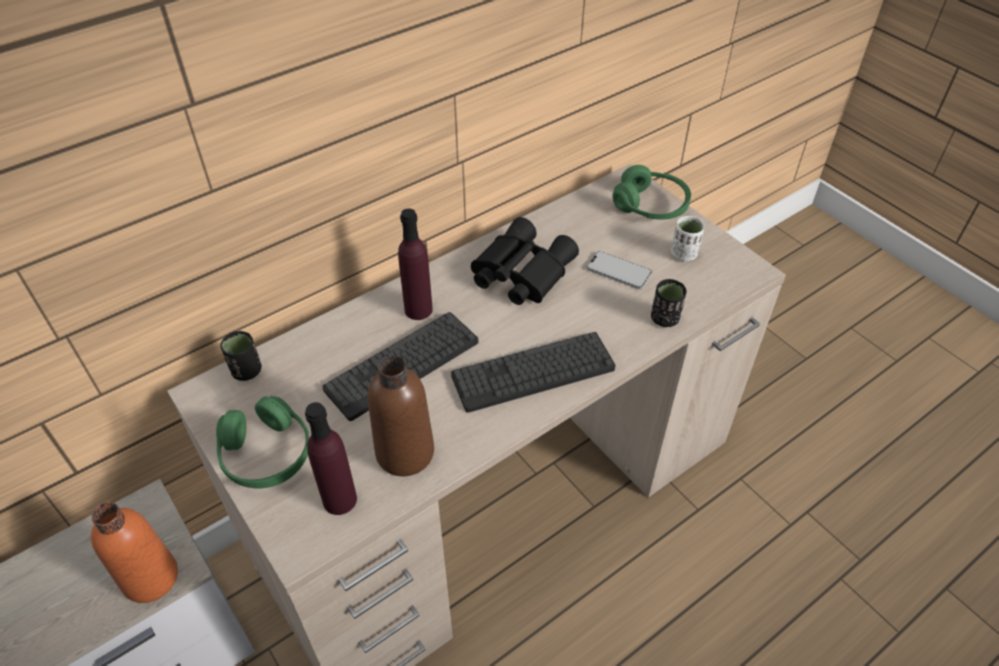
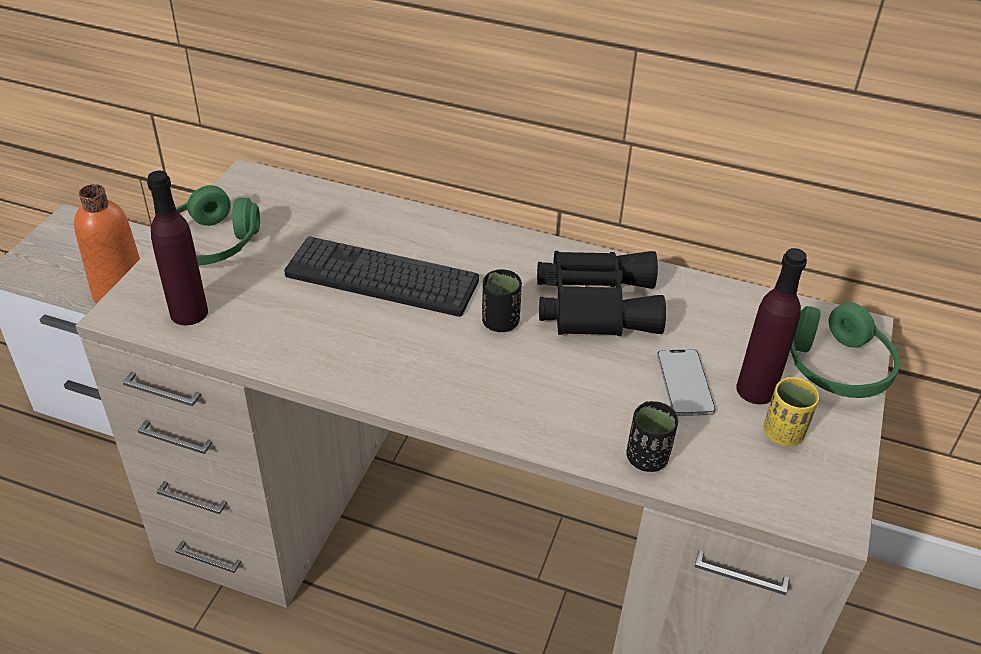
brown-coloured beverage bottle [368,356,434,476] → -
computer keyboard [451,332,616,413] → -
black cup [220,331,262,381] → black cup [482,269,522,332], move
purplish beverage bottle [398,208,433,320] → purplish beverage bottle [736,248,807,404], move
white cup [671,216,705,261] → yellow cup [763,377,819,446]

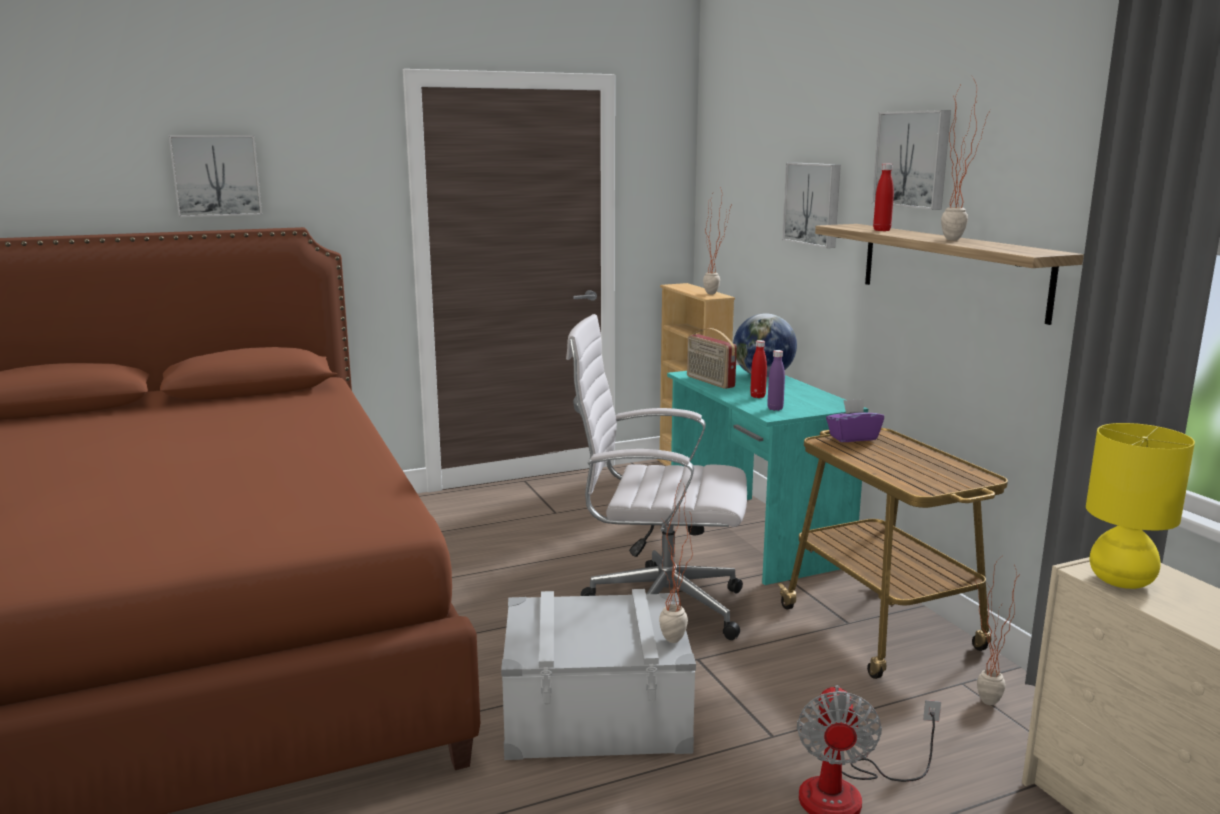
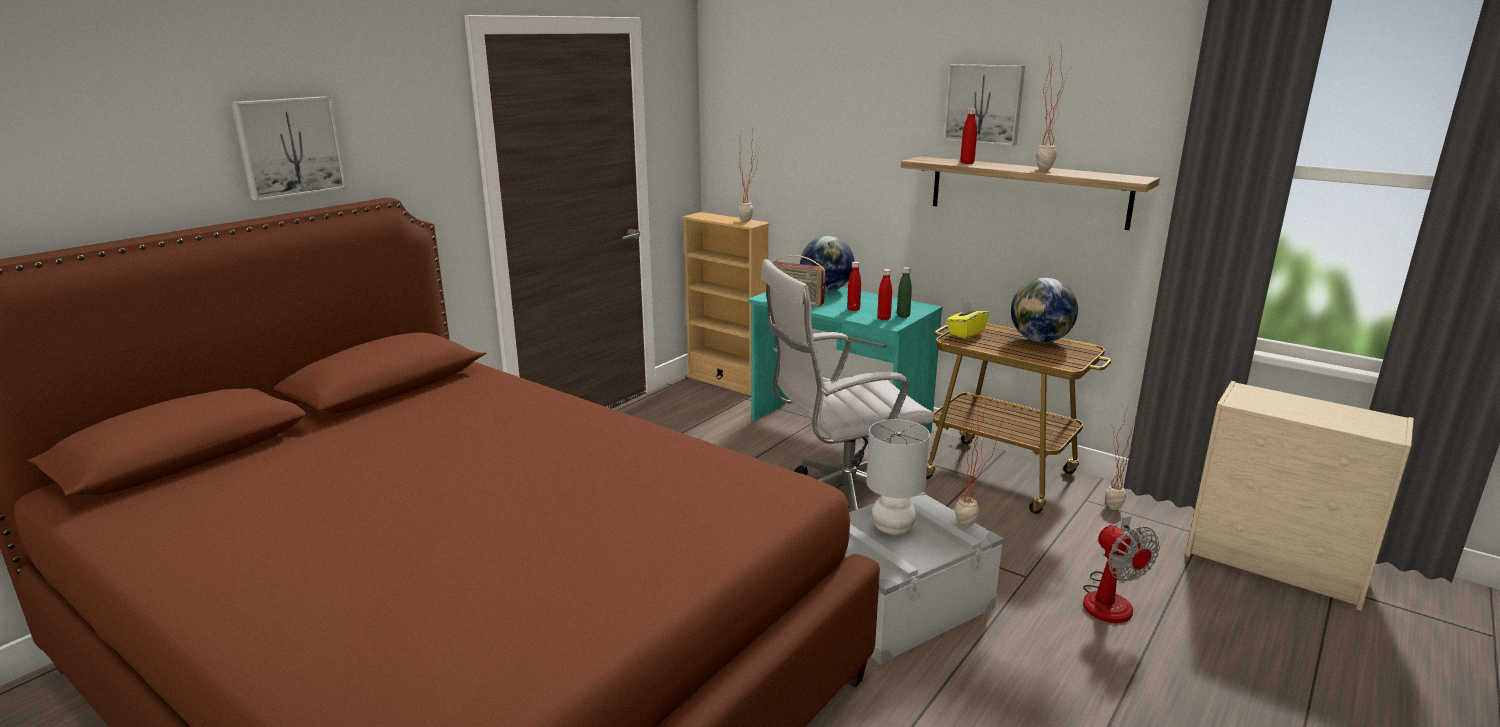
wall art [782,162,841,248] → -
yellow tabletop lamp [1086,423,1195,589] → -
- → gray tabletop lamp [866,419,930,535]
- → green beverage bottle [897,267,912,318]
- → desk globe [1011,278,1078,343]
purplish beverage bottle [767,350,785,411] → red beverage bottle [877,269,892,320]
purplish tissue box [826,399,884,442] → yellow tissue box [946,301,989,338]

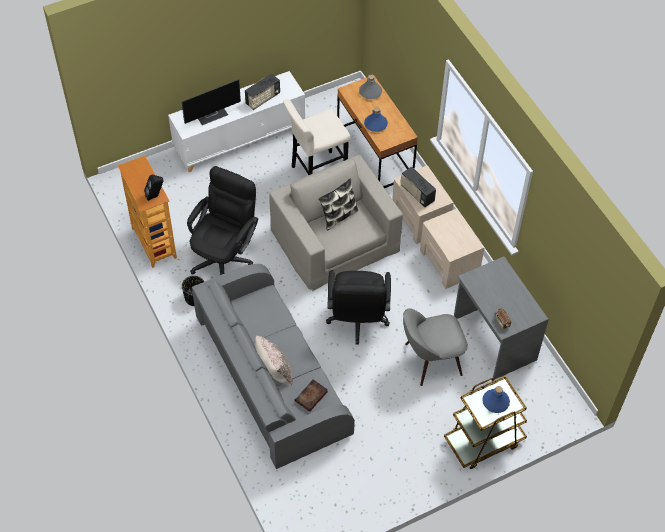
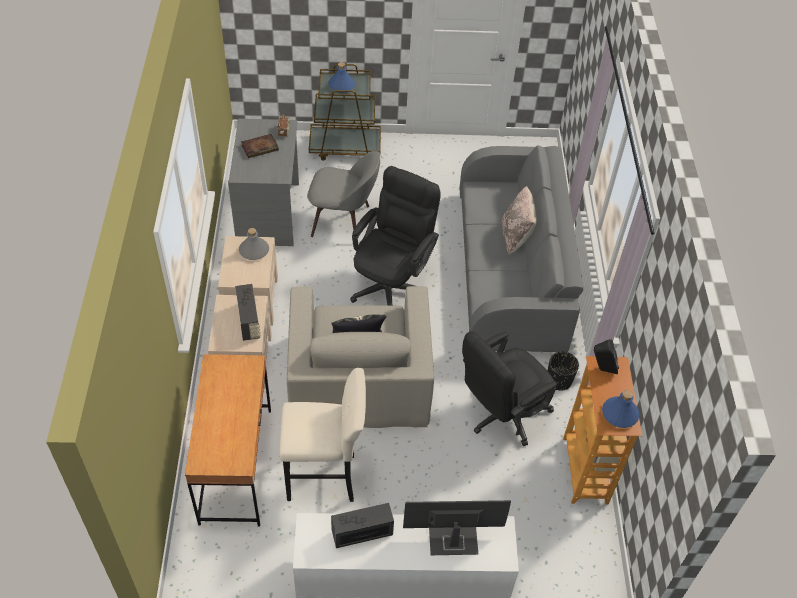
book [295,379,328,412] → book [241,134,279,158], move
gray beverage bottle [359,74,382,99] → gray beverage bottle [239,228,269,260], move
blue beverage bottle [364,107,388,132] → blue beverage bottle [602,390,640,428], move

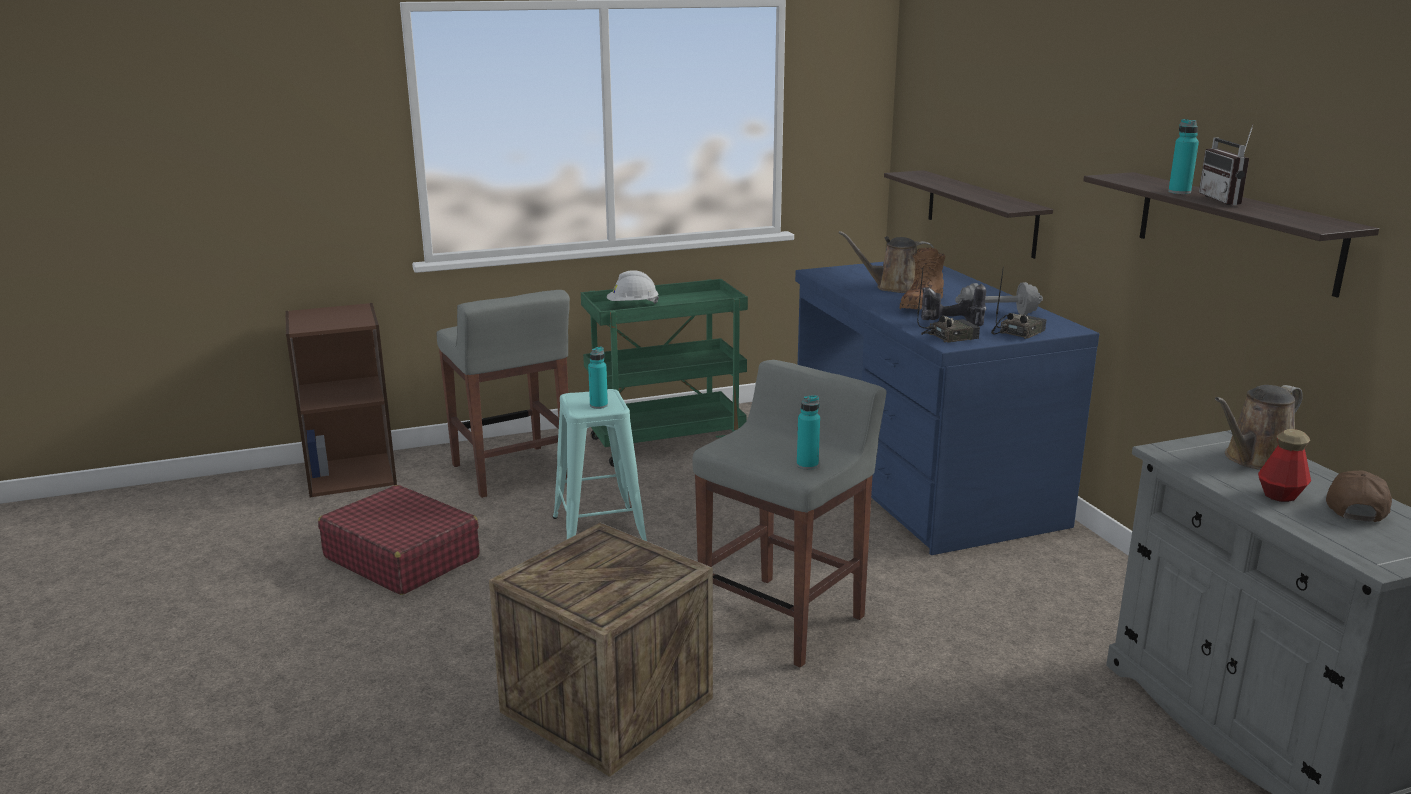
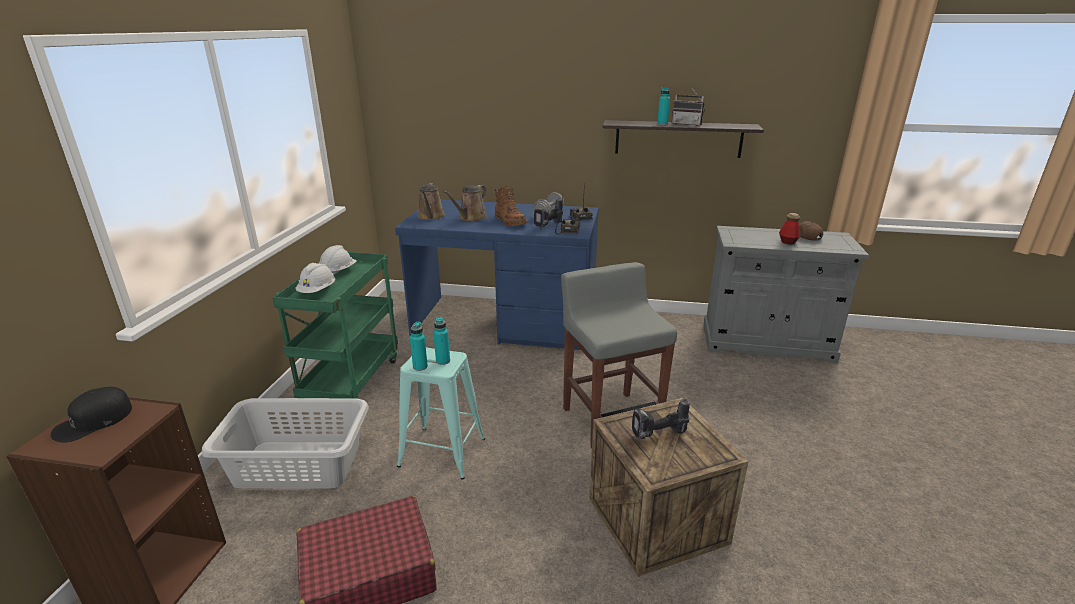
bracket shelf [884,170,1053,259] → -
- → black cap [51,387,132,442]
- → white safety helmet [319,245,357,275]
- → drill [632,399,690,439]
turquoise-coloured beverage bottle [797,395,820,470] → turquoise-coloured beverage bottle [410,322,428,371], move
brown-coloured watering pot [1215,385,1303,470] → brown-coloured watering pot [417,183,445,220], move
gray stool seat [436,290,570,498] → gray washing basket [202,398,369,488]

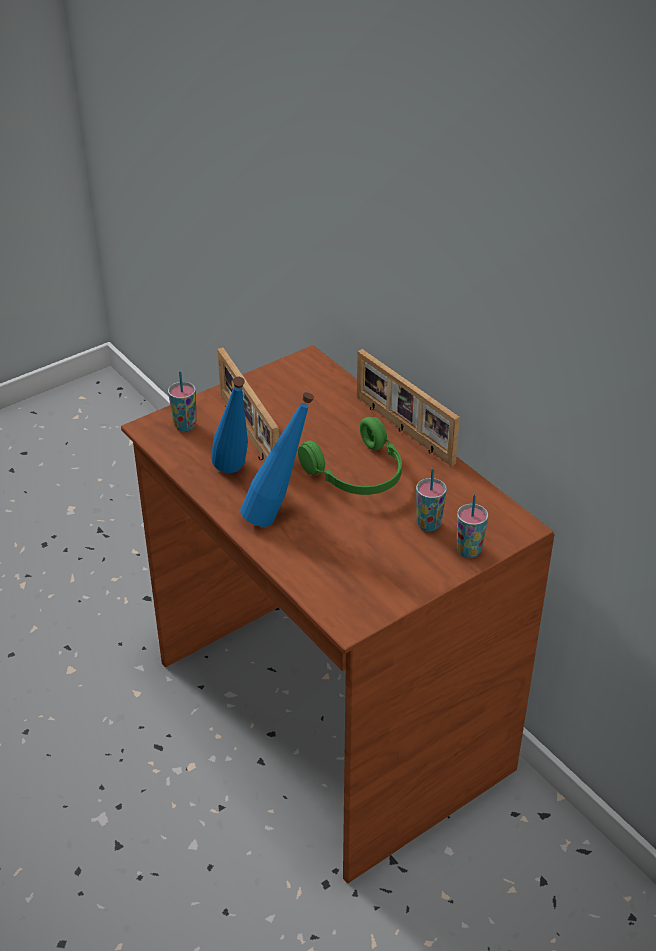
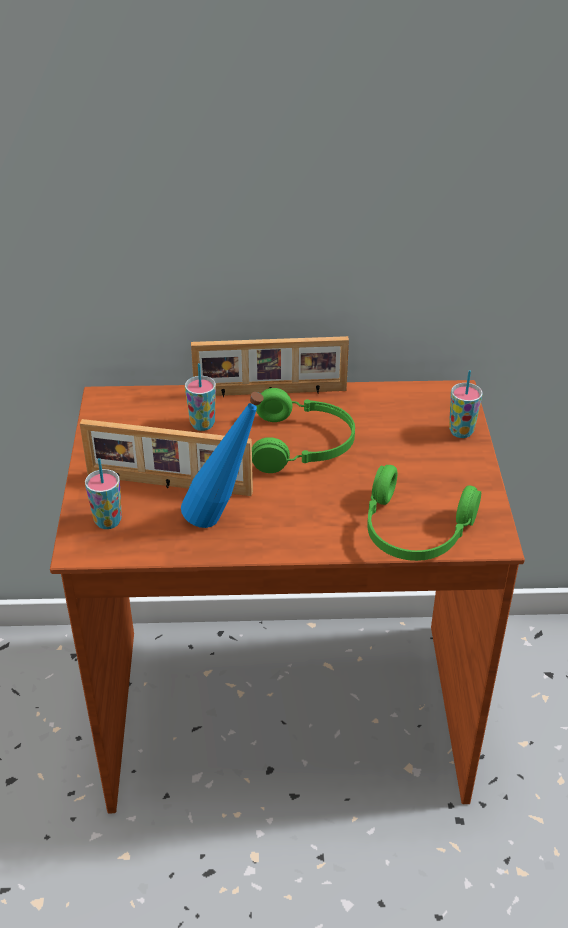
blue beverage bottle [240,392,314,527] → -
- → green headphones [367,465,481,561]
cup [416,468,447,531] → cup [185,363,216,431], move

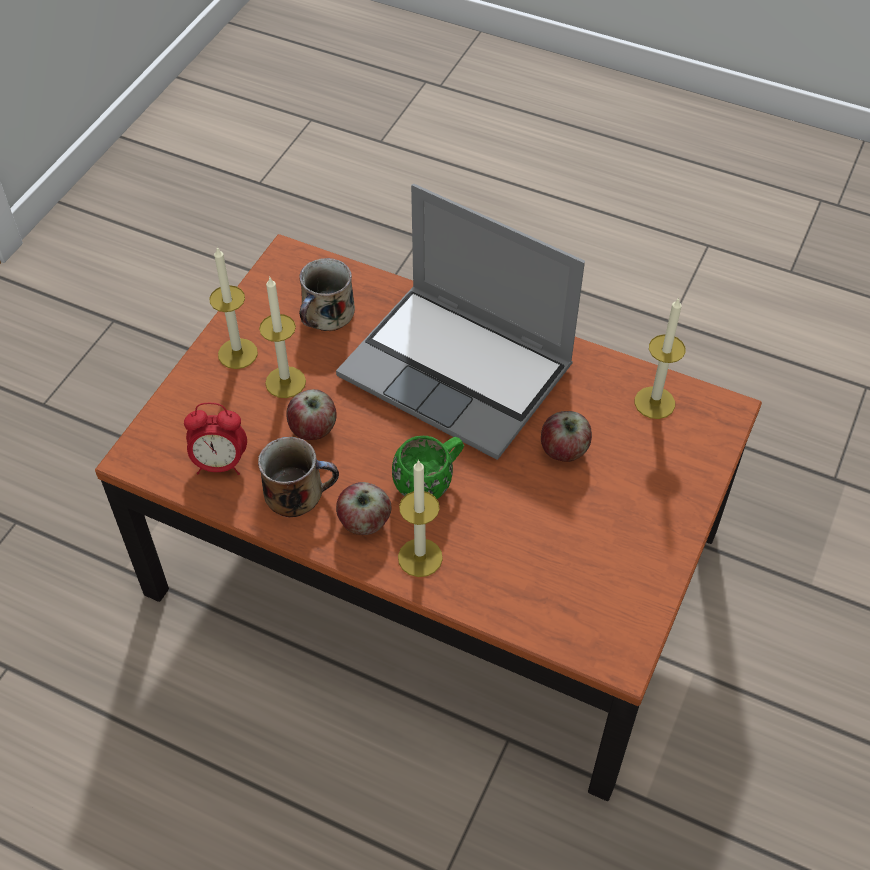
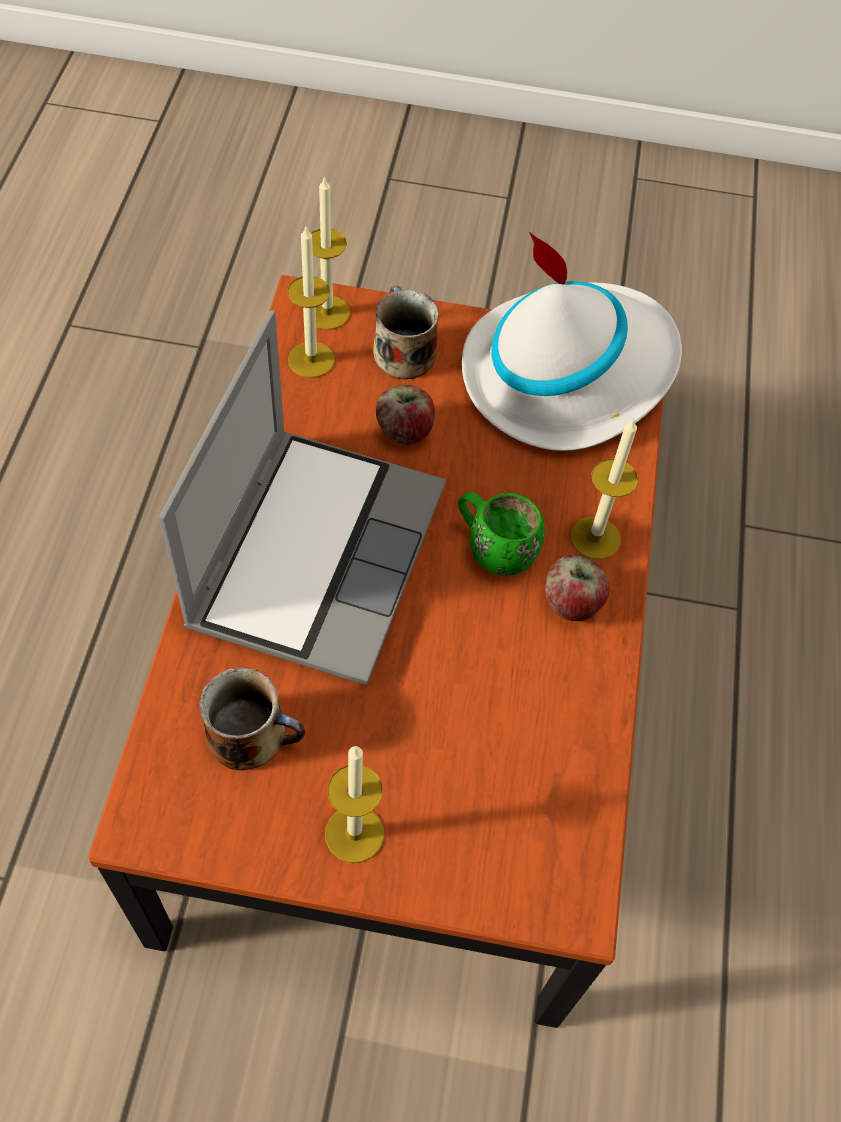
alarm clock [184,403,247,475] → -
apple fruit [286,389,337,440] → -
- → white wearable hat [462,231,682,451]
mug [258,437,339,517] → mug [373,286,439,379], move
candle [259,276,306,398] → candle [311,176,350,330], move

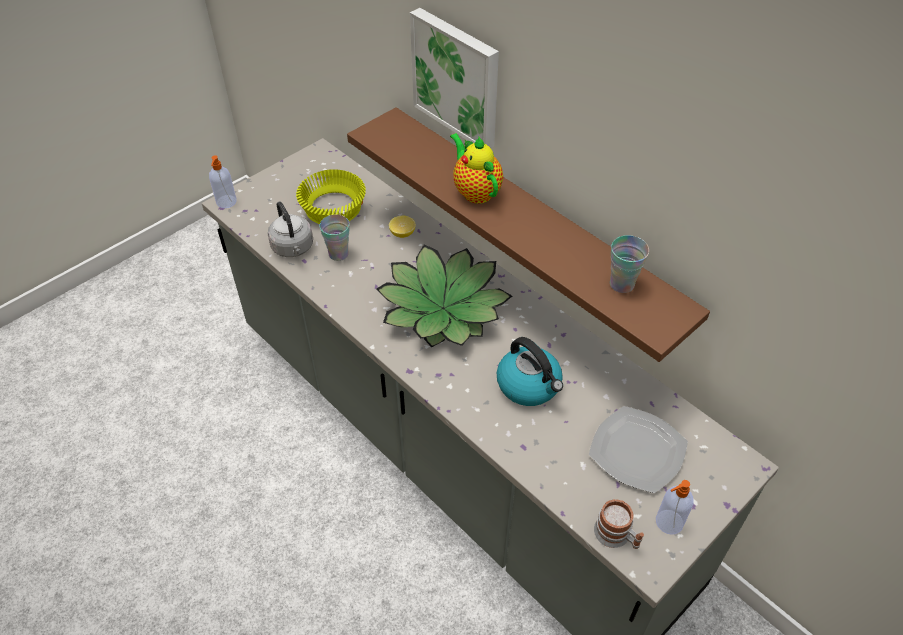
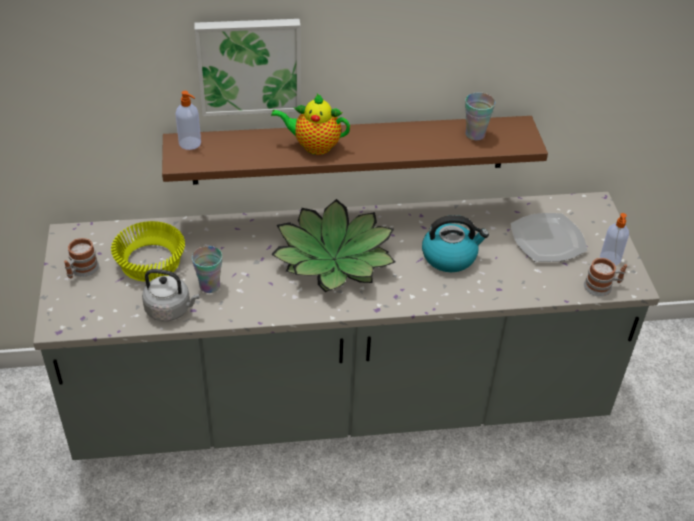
lemon [389,216,416,238] → -
- → mug [64,238,99,279]
liquid soap bottle [209,155,237,208] → liquid soap bottle [176,91,201,150], move

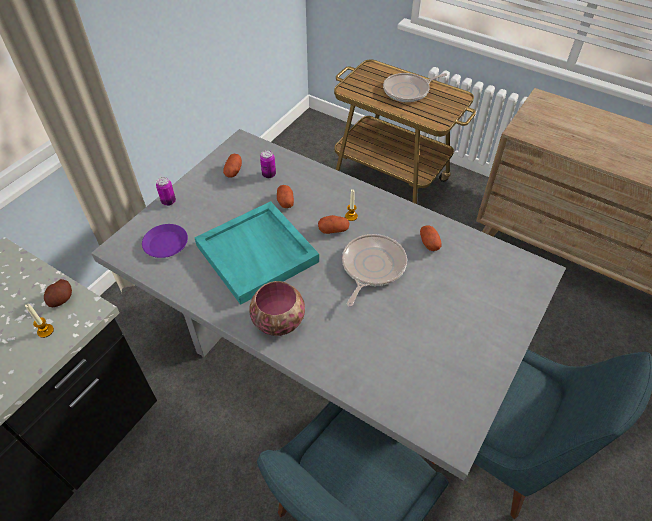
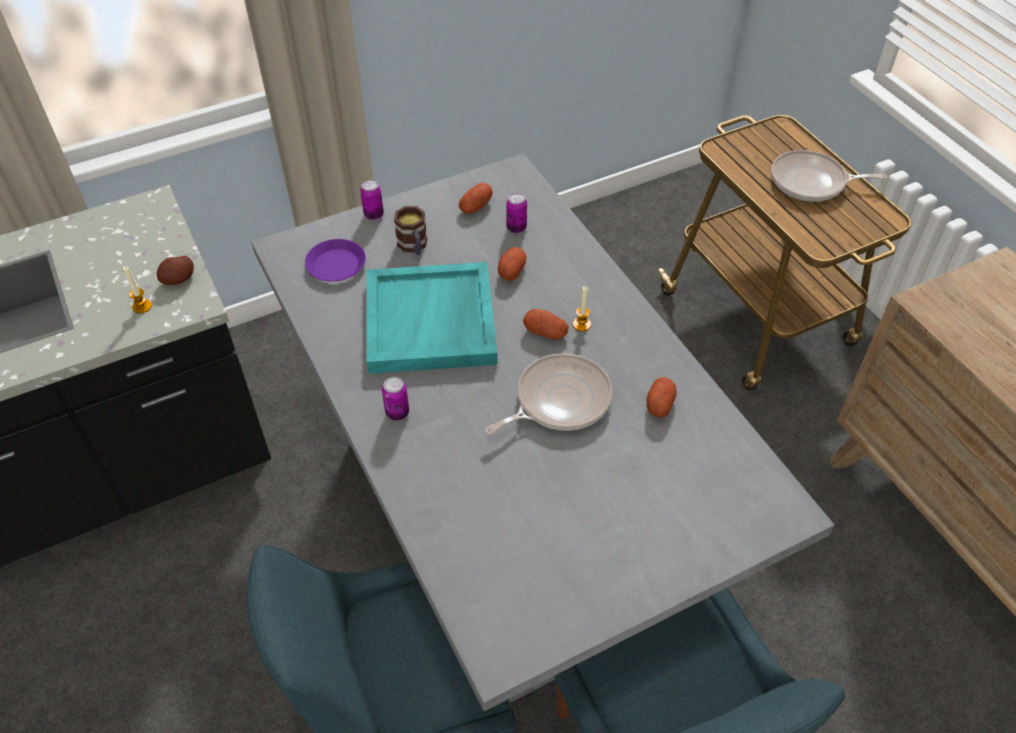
- → mug [394,206,427,255]
bowl [250,281,305,336] → can [382,377,409,420]

